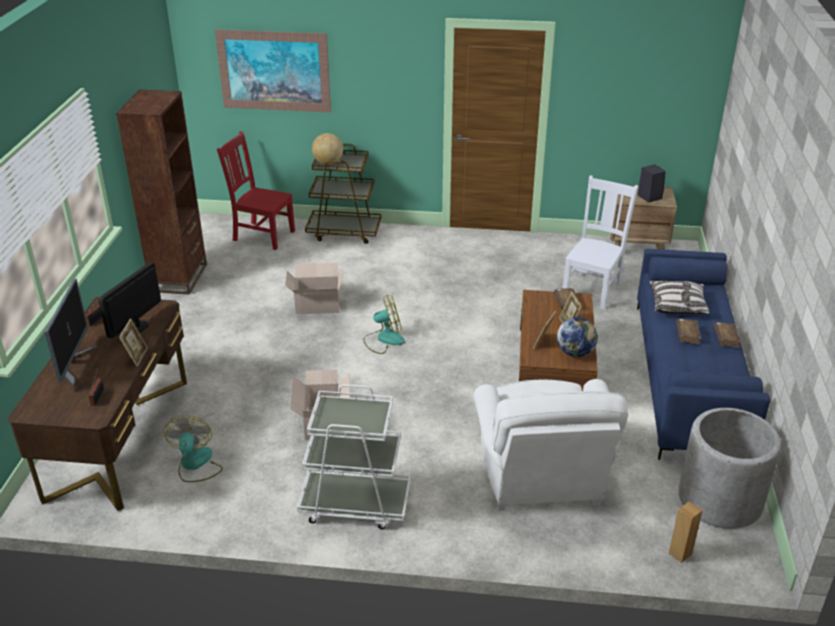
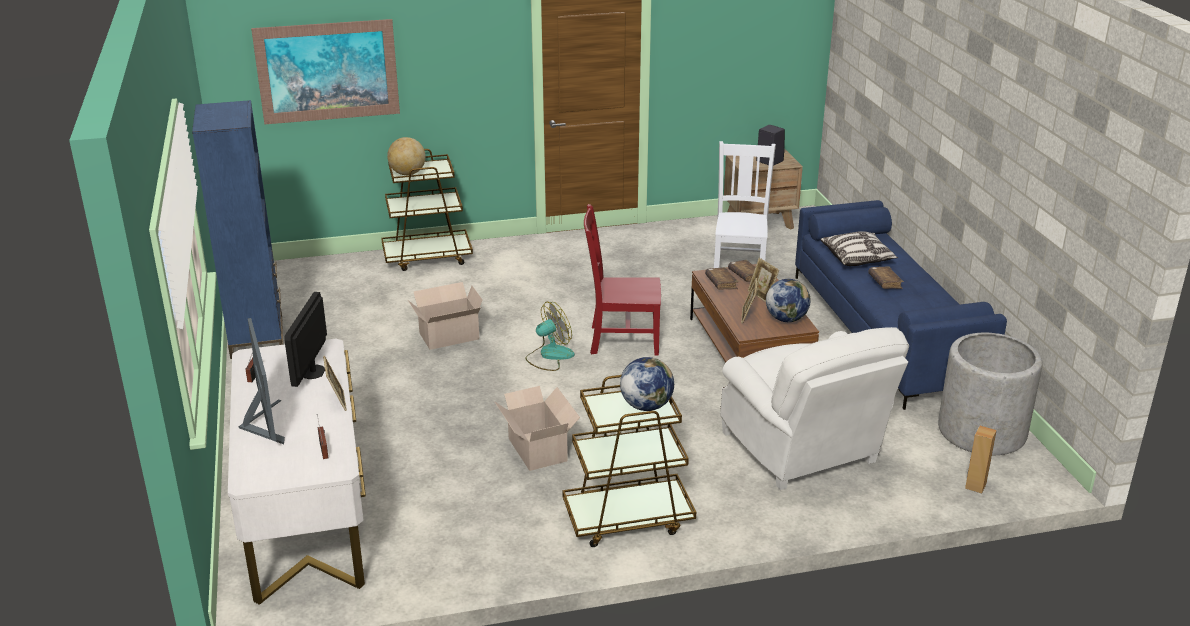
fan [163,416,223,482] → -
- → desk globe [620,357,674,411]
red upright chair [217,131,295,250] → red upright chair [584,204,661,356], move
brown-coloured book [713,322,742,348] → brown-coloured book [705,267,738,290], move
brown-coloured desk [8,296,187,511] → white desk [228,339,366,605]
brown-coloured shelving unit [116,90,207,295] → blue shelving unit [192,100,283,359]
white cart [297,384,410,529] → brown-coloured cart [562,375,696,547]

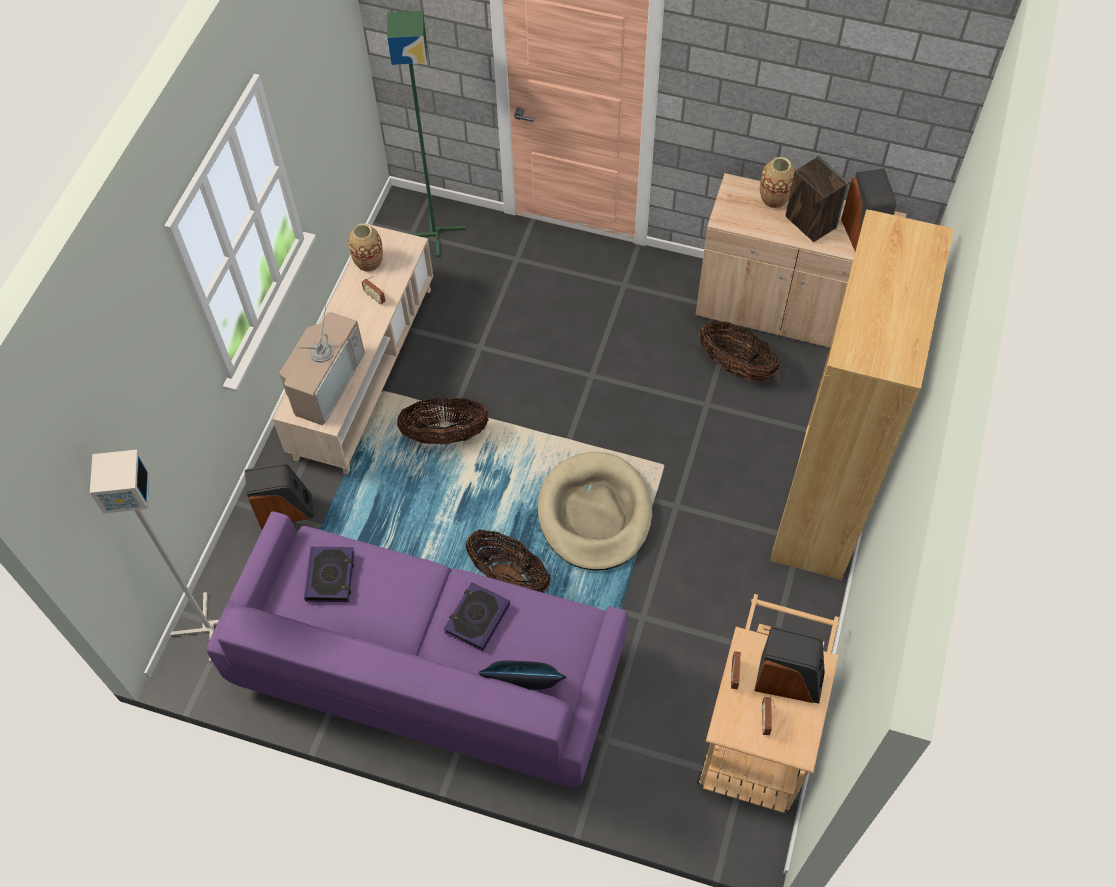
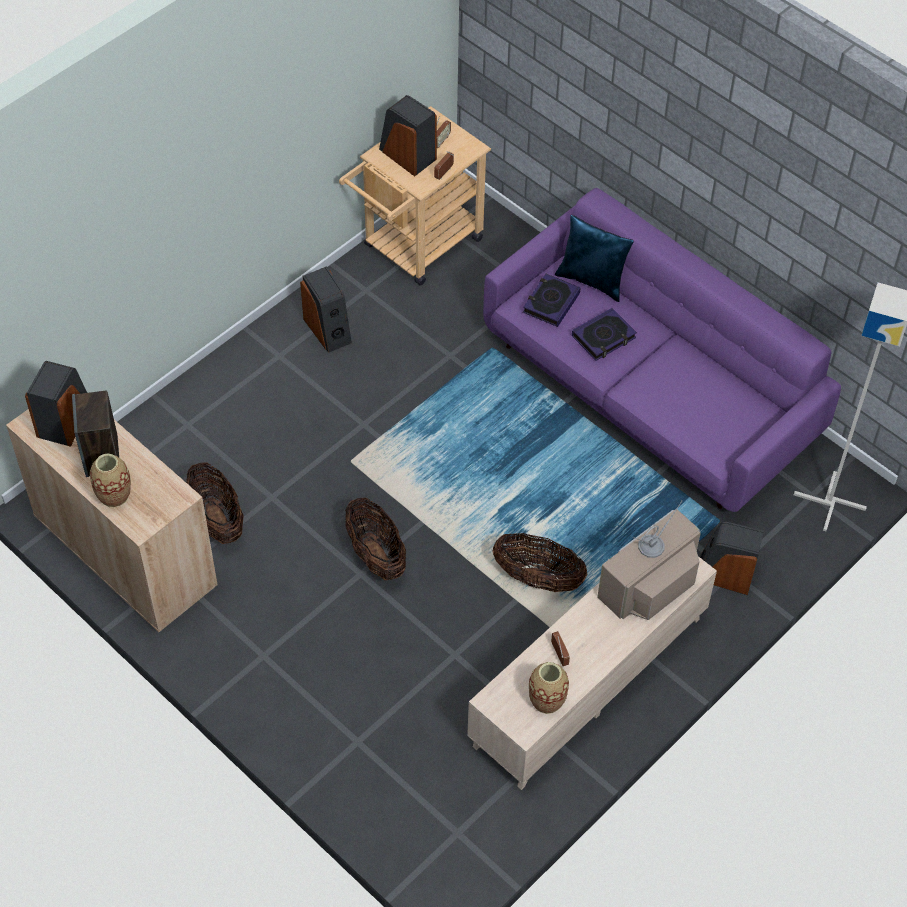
green standard lamp [387,11,466,257] → -
beige pet bed [538,452,652,571] → -
brown-coloured shelving unit [770,209,954,580] → -
- → speaker [300,267,352,353]
book [304,547,355,602] → book [523,274,580,327], move
household basket [465,529,551,593] → household basket [345,498,406,580], move

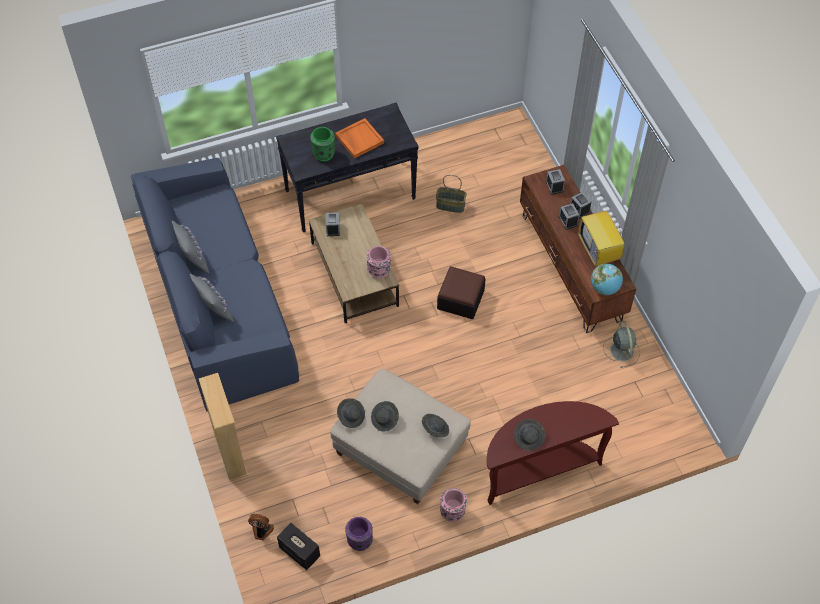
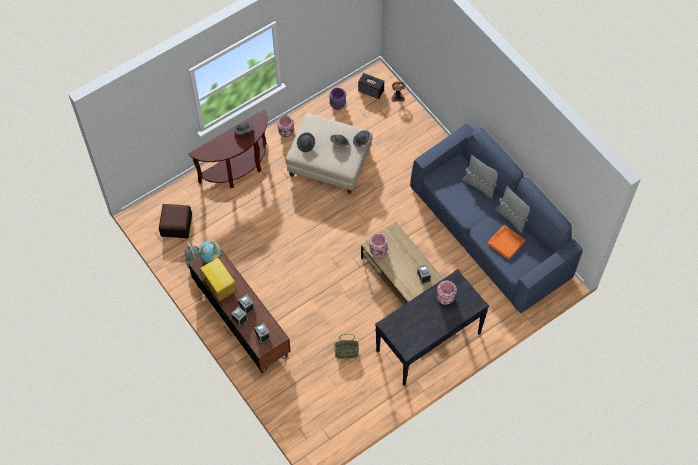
beige shelving unit [199,373,248,481] → -
orangey serving tray [335,118,384,159] → orangey serving tray [487,225,525,260], move
footrest [437,266,486,319] → footrest [159,204,192,238], move
green flower vase [310,127,335,162] → pink flower vase [437,281,457,305]

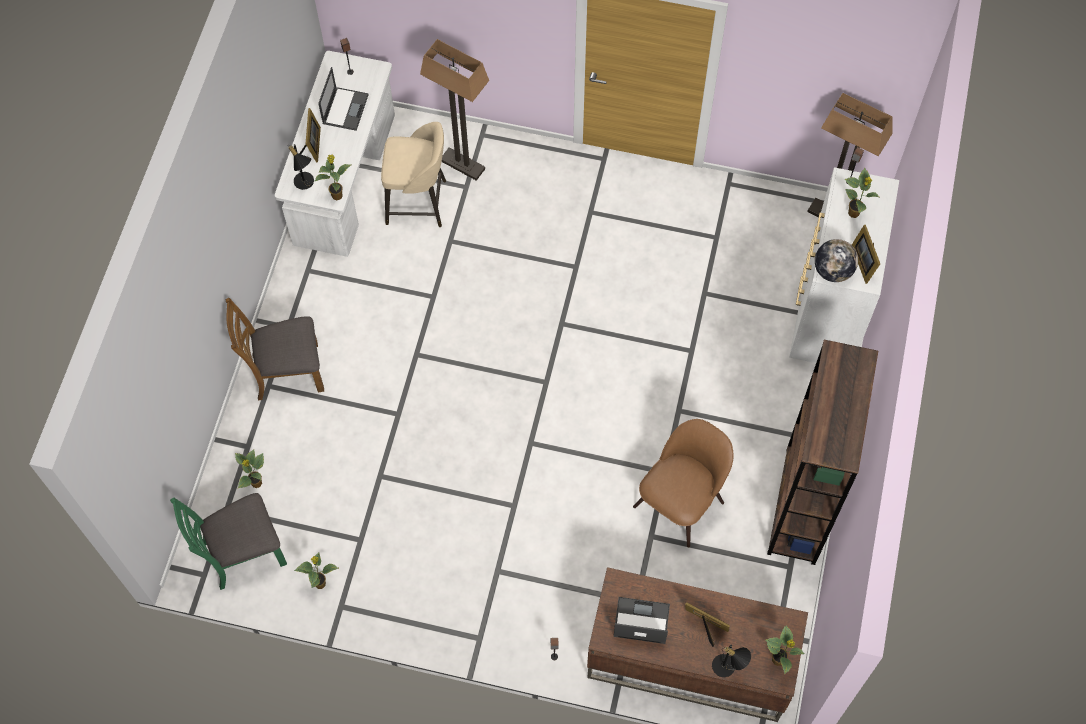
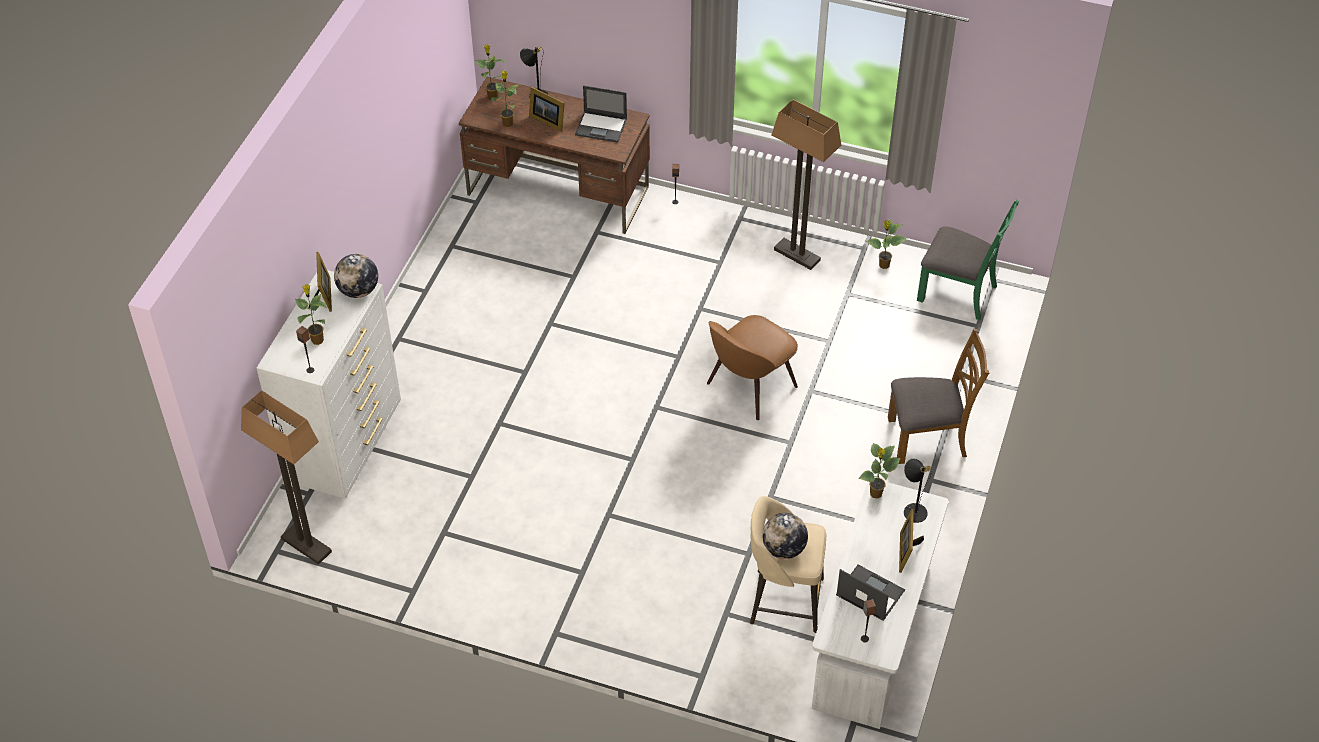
brown-coloured shelving unit [767,340,878,565] → -
- → desk globe [763,513,808,559]
plant in a pot [235,449,264,488] → plant in a pot [492,71,519,127], move
standard lamp [420,39,489,181] → standard lamp [772,100,841,270], move
brown-coloured upright chair [633,419,733,548] → brown-coloured upright chair [707,315,798,420], move
green upright chair [170,493,287,590] → green upright chair [917,199,1019,320], 45 degrees clockwise
portable computer [318,67,369,131] → portable computer [836,565,905,621], 105 degrees clockwise

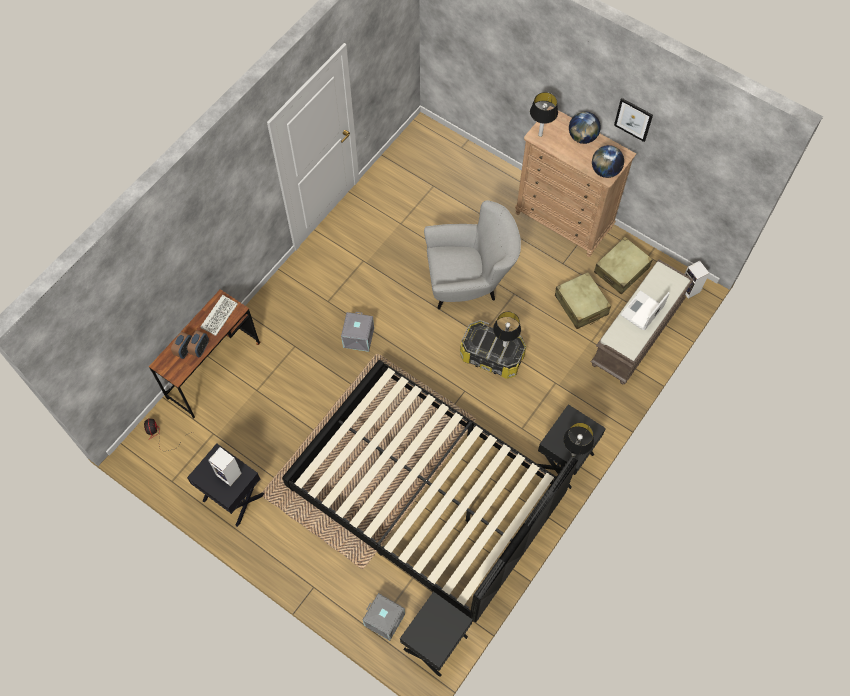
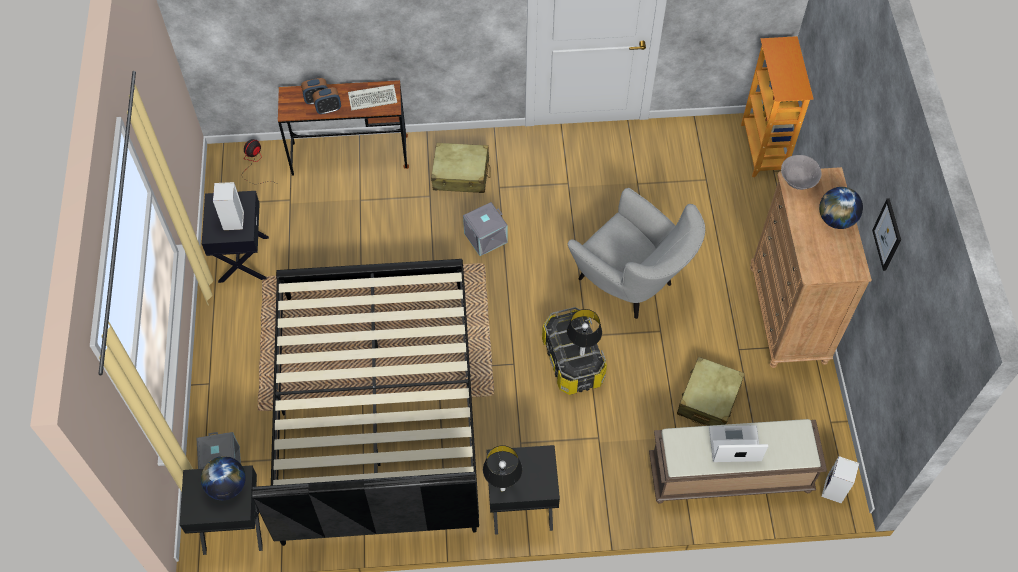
- → shelving unit [741,36,814,177]
desk globe [592,145,624,178] → desk globe [201,456,246,500], move
beige suitcase [594,237,653,295] → beige suitcase [431,143,491,193], move
tabletop lamp [530,92,558,137] → gray bowl [781,155,822,190]

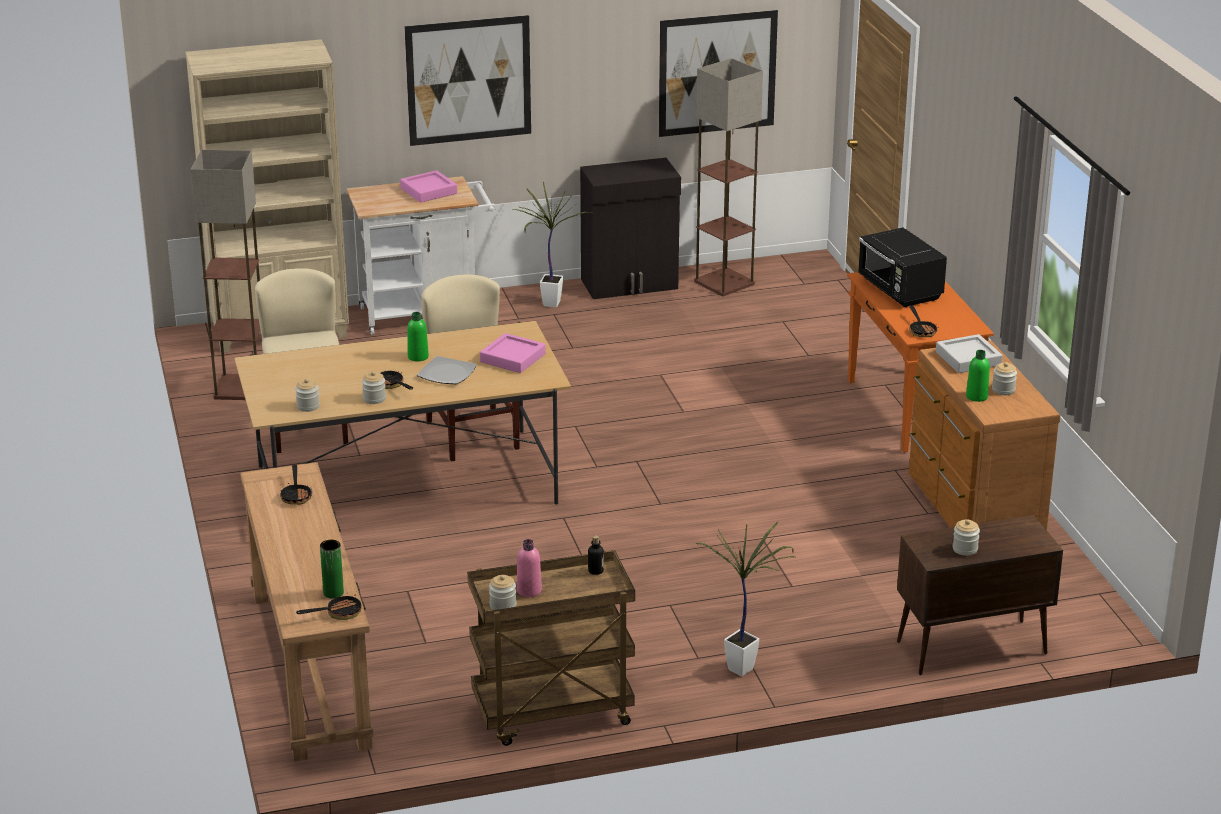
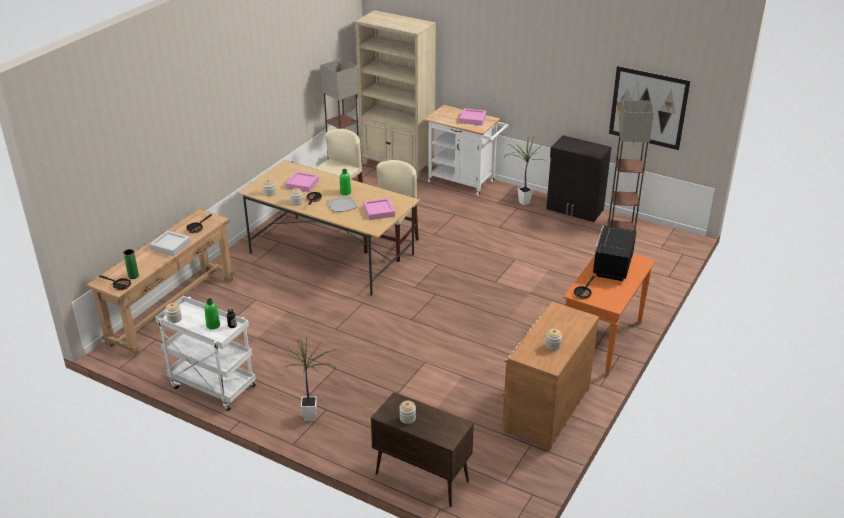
wall art [405,15,531,146] → -
pink beverage bottle [517,539,542,597] → -
- → pink serving tray [285,172,319,192]
gray serving tray [936,334,1003,373] → gray serving tray [150,231,190,256], move
green beverage bottle [966,350,990,402] → green beverage bottle [204,298,220,330], move
brown-coloured cart [467,550,635,746] → white cart [156,296,256,411]

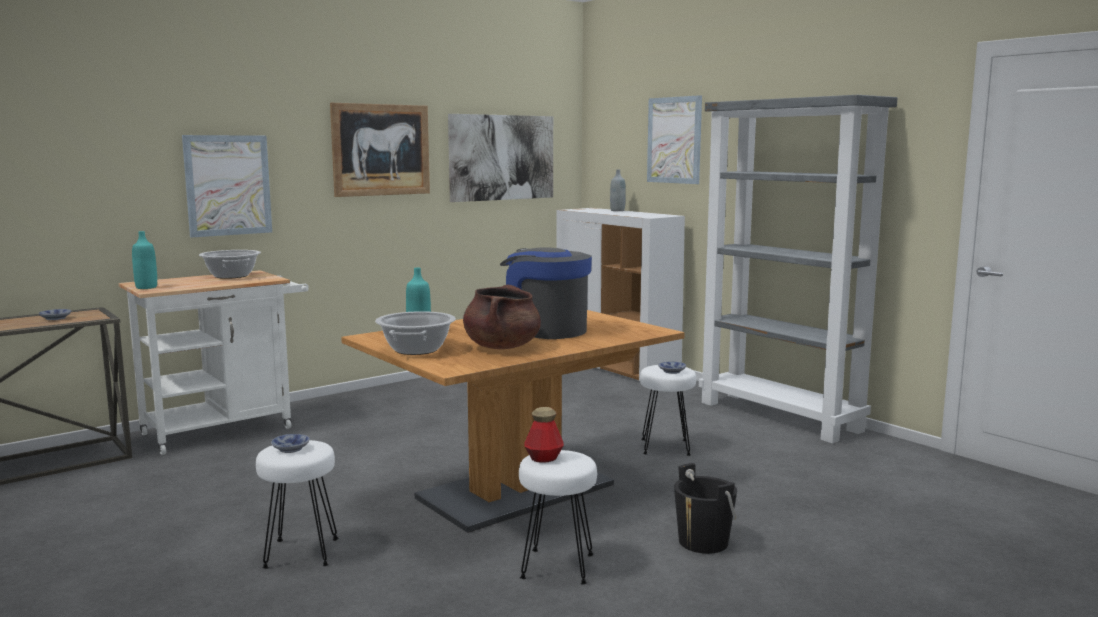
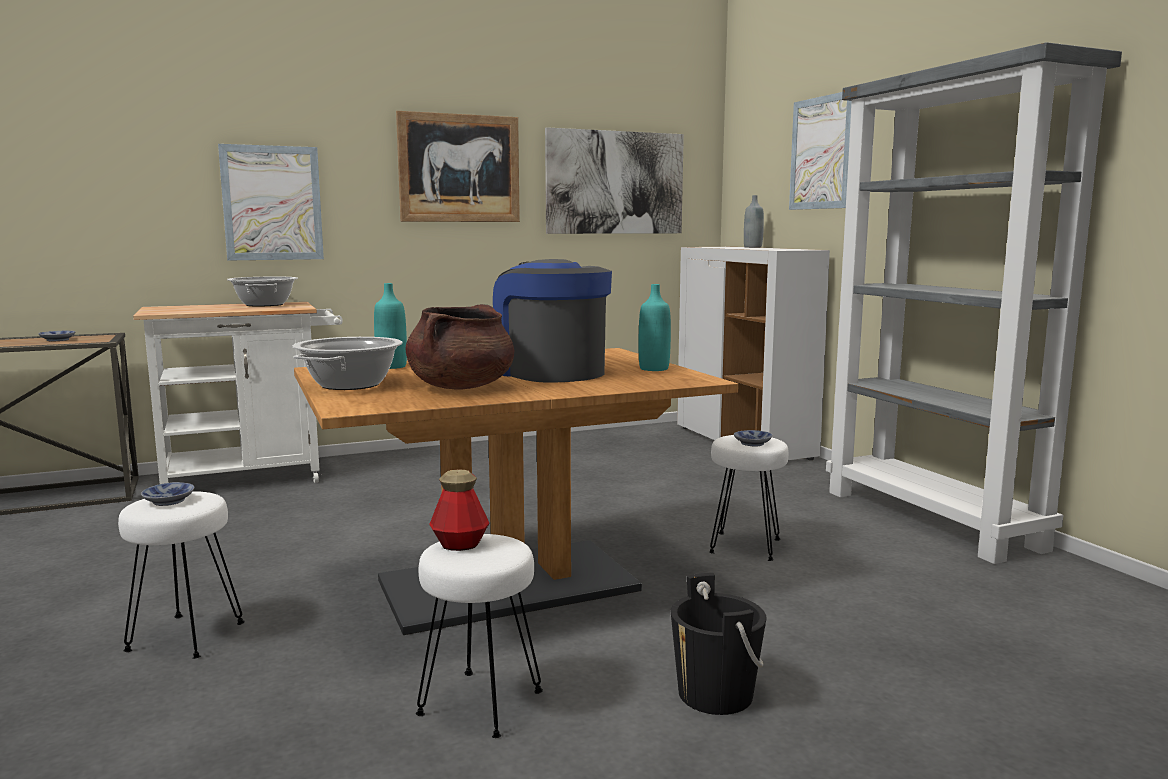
turquoise-coloured beverage bottle [132,231,157,289] → turquoise-coloured beverage bottle [639,284,671,371], move

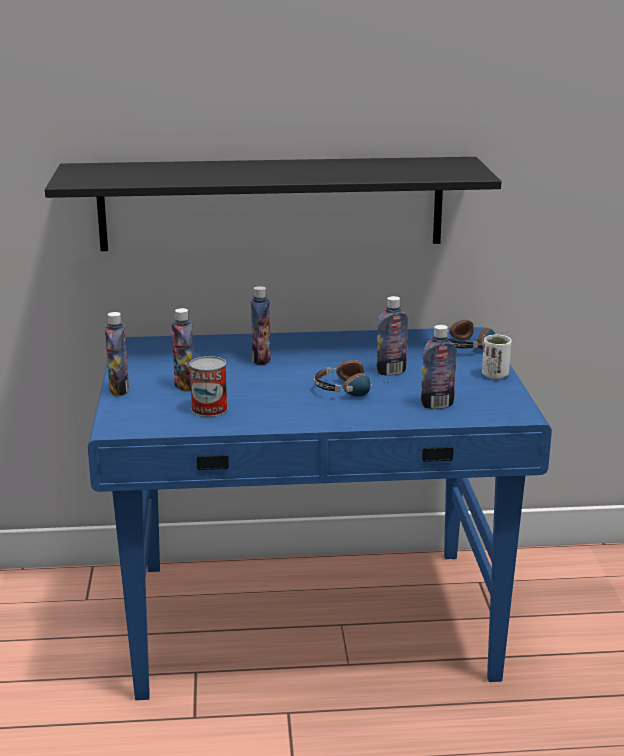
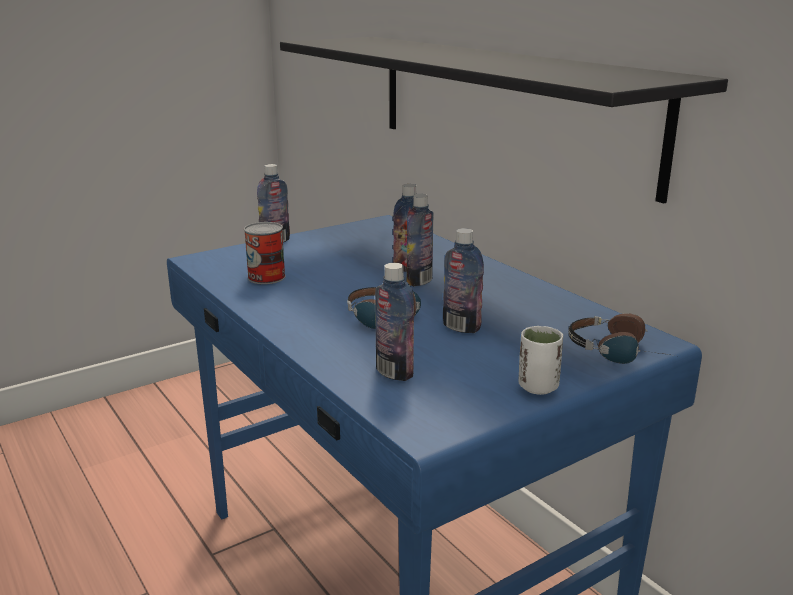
beverage bottle [172,308,194,392] → beverage bottle [407,194,434,287], move

